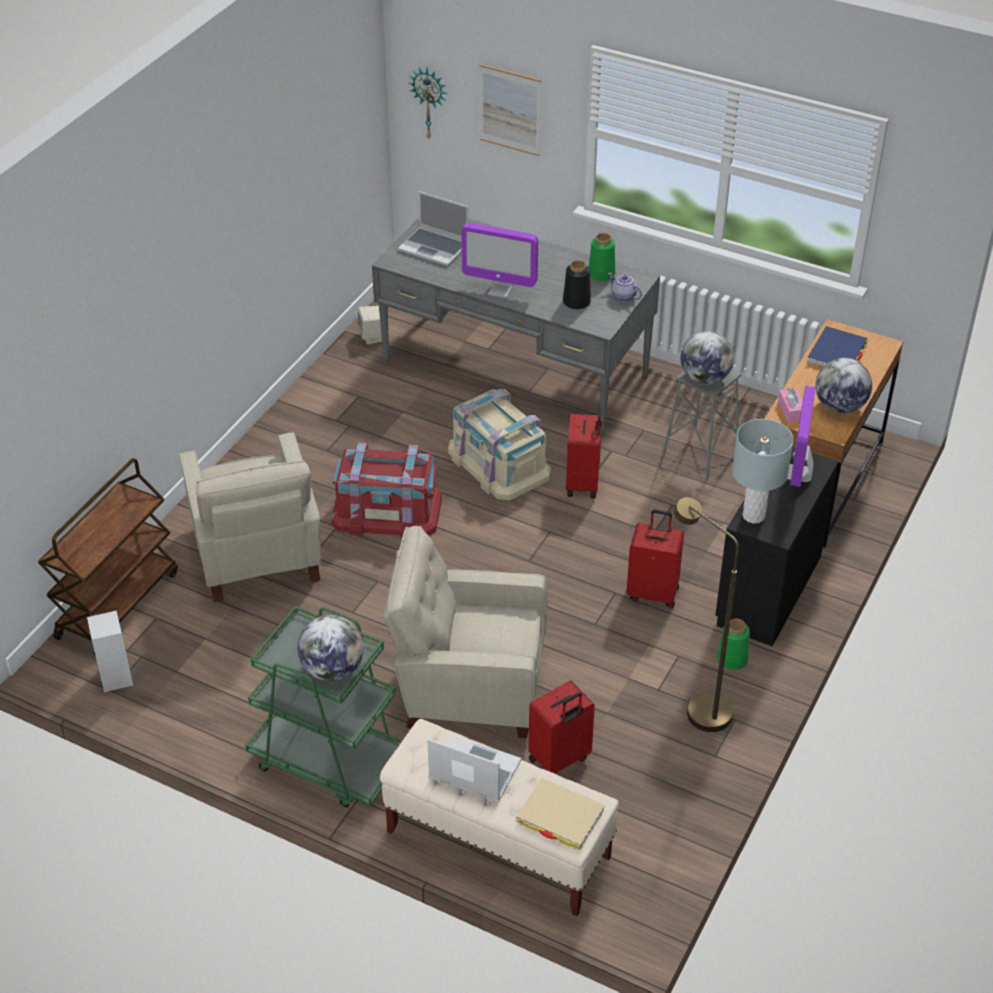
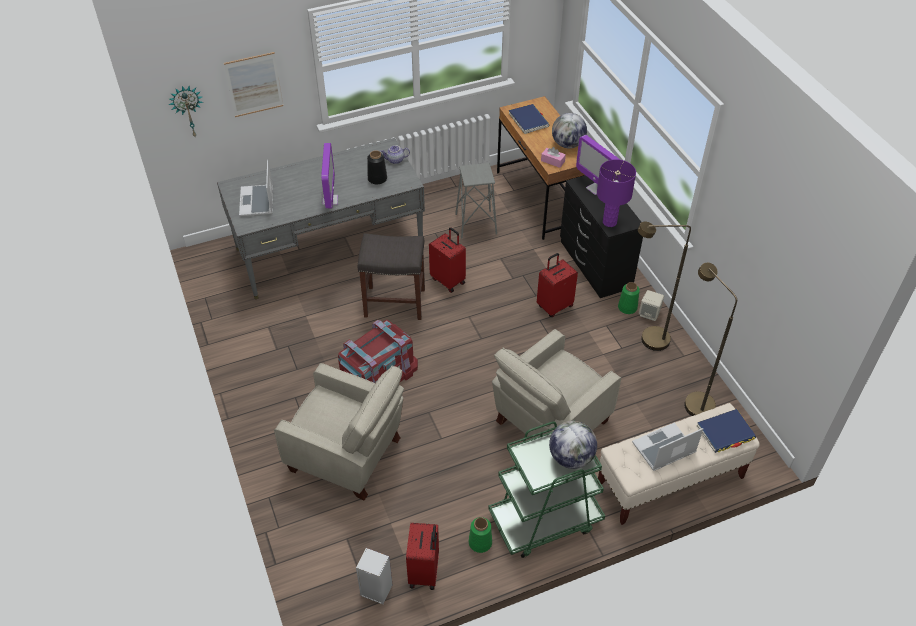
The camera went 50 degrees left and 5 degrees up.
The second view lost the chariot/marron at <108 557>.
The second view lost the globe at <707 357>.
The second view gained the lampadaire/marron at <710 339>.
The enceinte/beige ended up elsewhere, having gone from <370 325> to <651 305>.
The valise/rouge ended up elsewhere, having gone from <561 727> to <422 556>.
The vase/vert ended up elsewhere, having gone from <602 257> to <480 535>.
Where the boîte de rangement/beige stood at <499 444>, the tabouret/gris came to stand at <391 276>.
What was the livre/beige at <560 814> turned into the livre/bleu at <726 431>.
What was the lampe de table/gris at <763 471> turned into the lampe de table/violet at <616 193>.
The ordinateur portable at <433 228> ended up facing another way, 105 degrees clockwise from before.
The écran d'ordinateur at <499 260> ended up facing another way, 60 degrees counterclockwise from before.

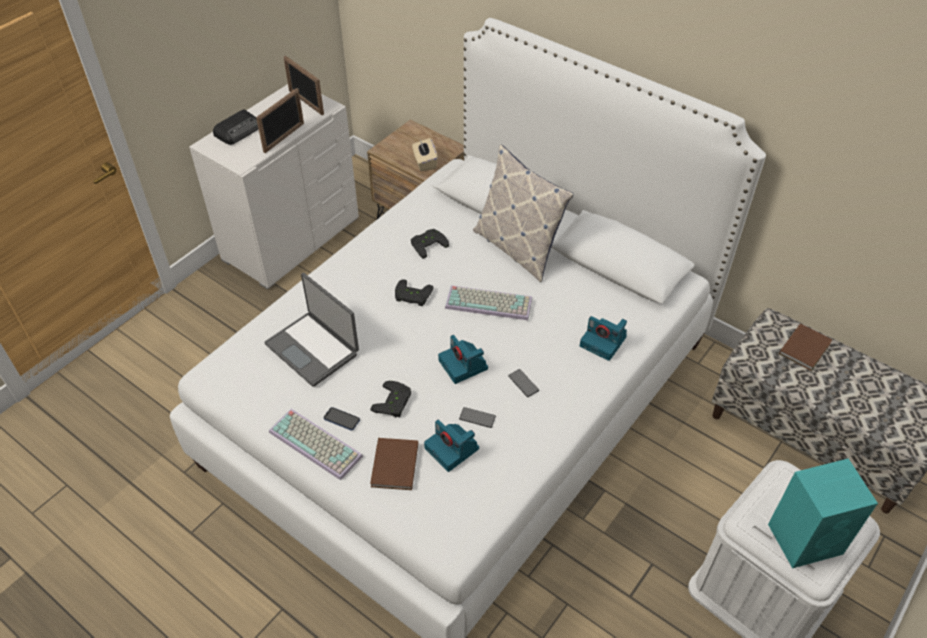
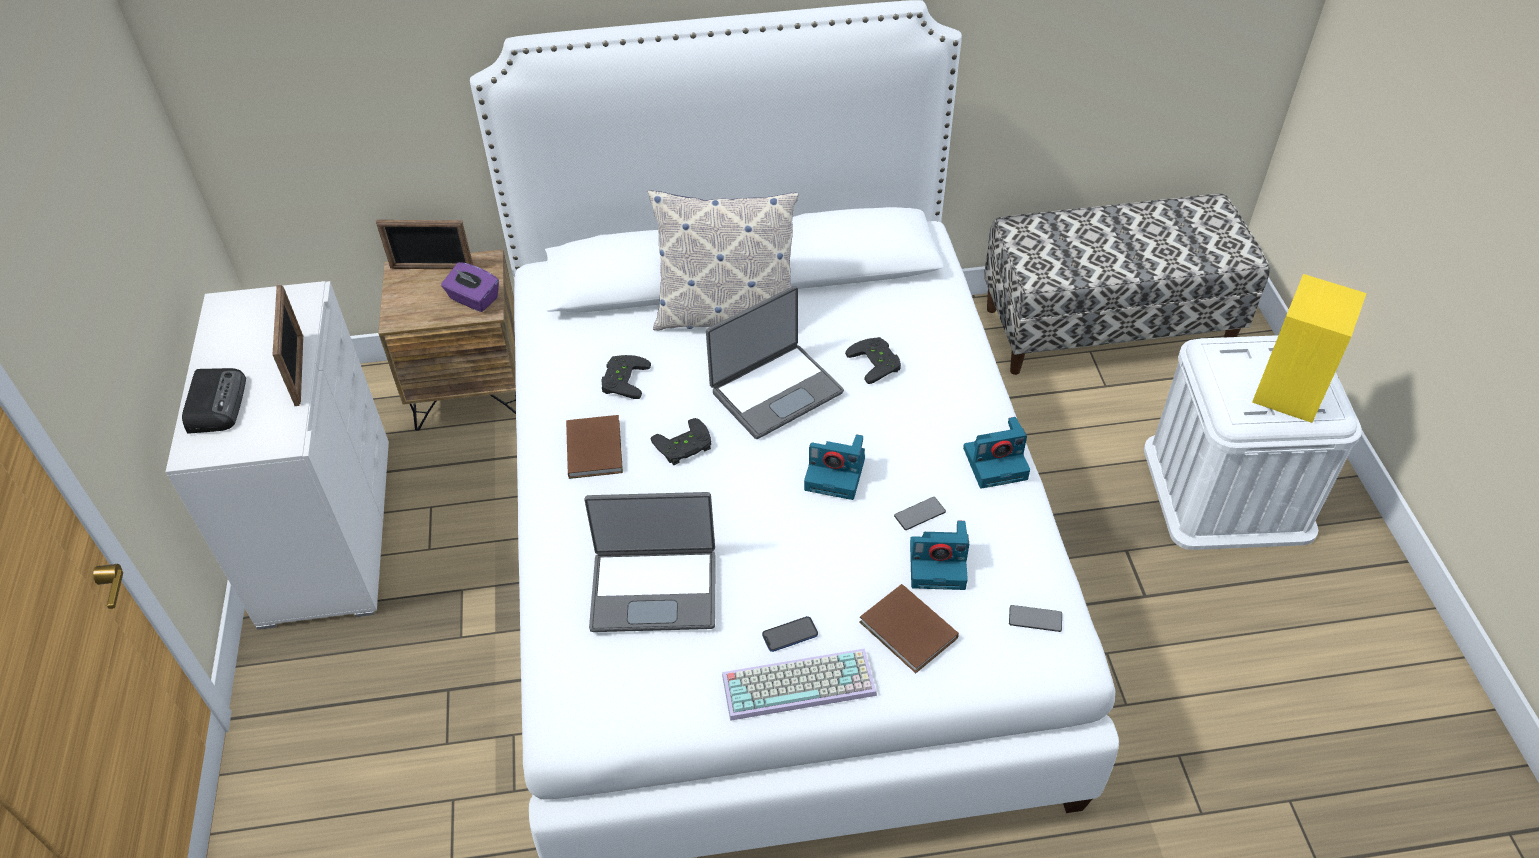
The camera went 45 degrees left and 0 degrees up.
The cadre photo ended up elsewhere, having gone from <304 85> to <424 244>.
The manette/noir ended up elsewhere, having gone from <390 399> to <873 360>.
The téléphone ended up elsewhere, having gone from <523 383> to <1035 618>.
The appareil photo ended up elsewhere, having gone from <603 338> to <996 453>.
The livre/marron ended up elsewhere, having gone from <806 347> to <594 447>.
Where the clavier stood at <488 302>, the ordinateur portable came to stand at <775 362>.
What was the boîte à mouchoirs/beige at <425 154> turned into the boîte à mouchoirs/violet at <470 287>.
What was the enceinte/turquoise at <823 513> turned into the enceinte/jaune at <1309 348>.

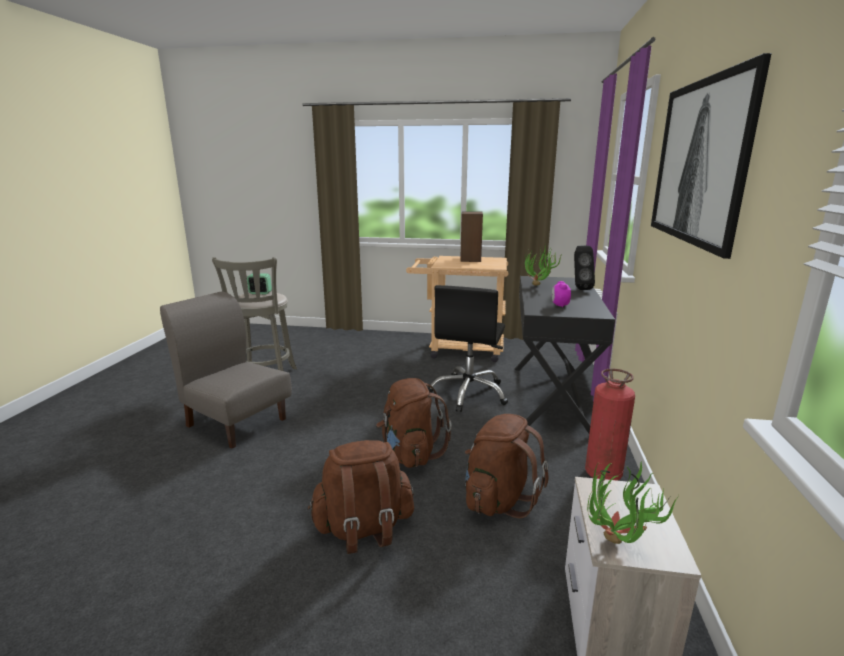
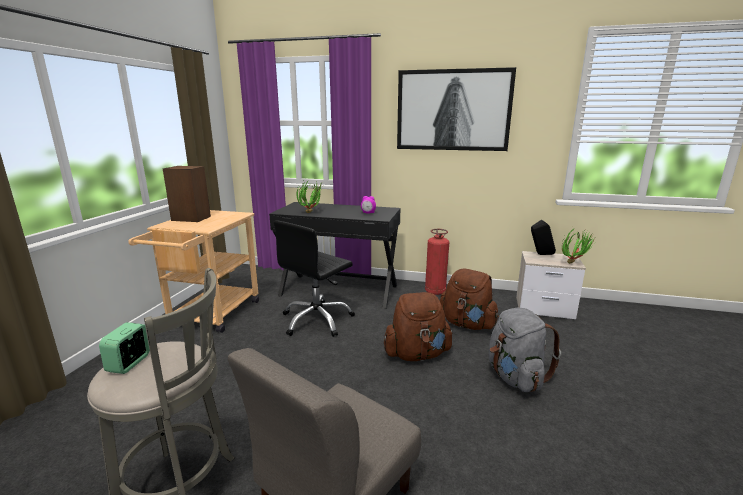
The camera went 85 degrees left and 0 degrees up.
The enceinte/noir ended up elsewhere, having gone from <584 267> to <543 237>.
What was the sac à dos/marron at <361 497> turned into the sac à dos/gris at <525 350>.
The chaise de bureau/noir at <468 348> ended up facing another way, 105 degrees clockwise from before.

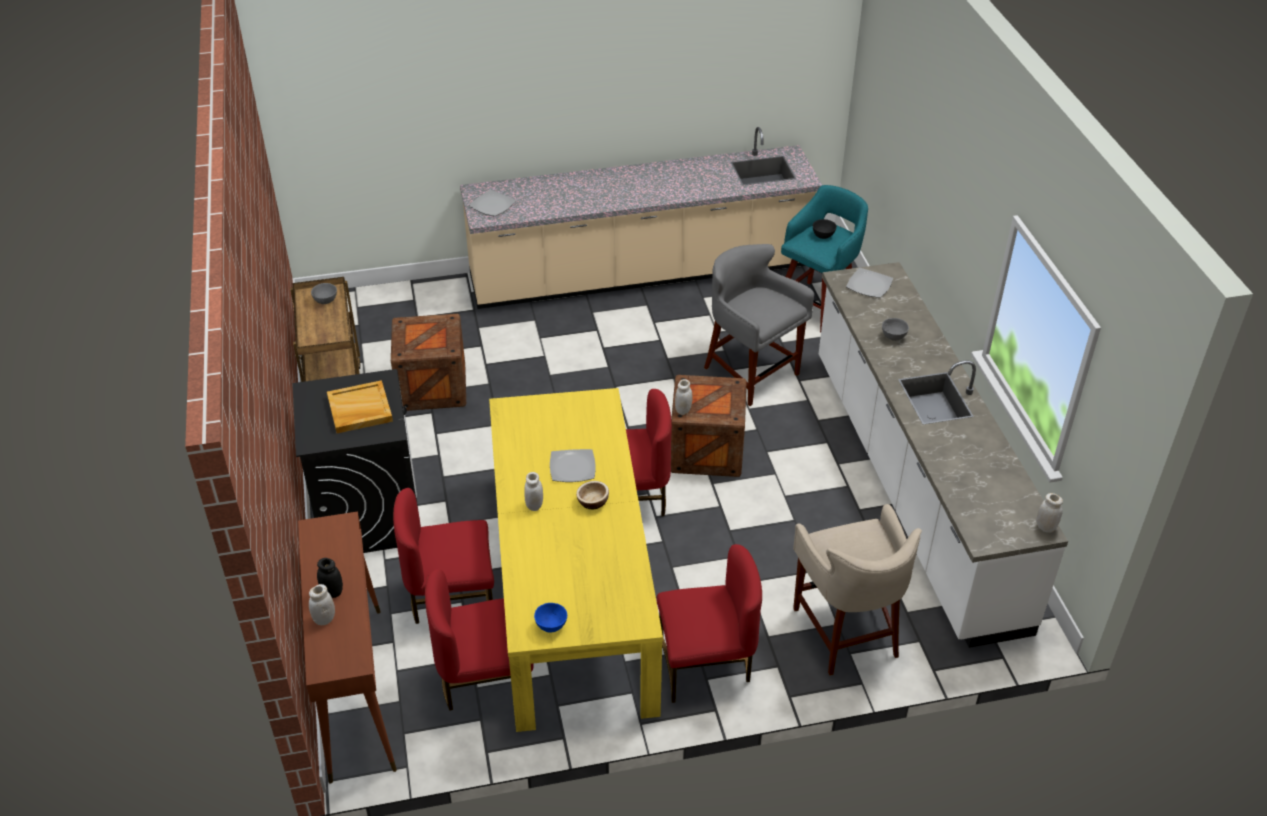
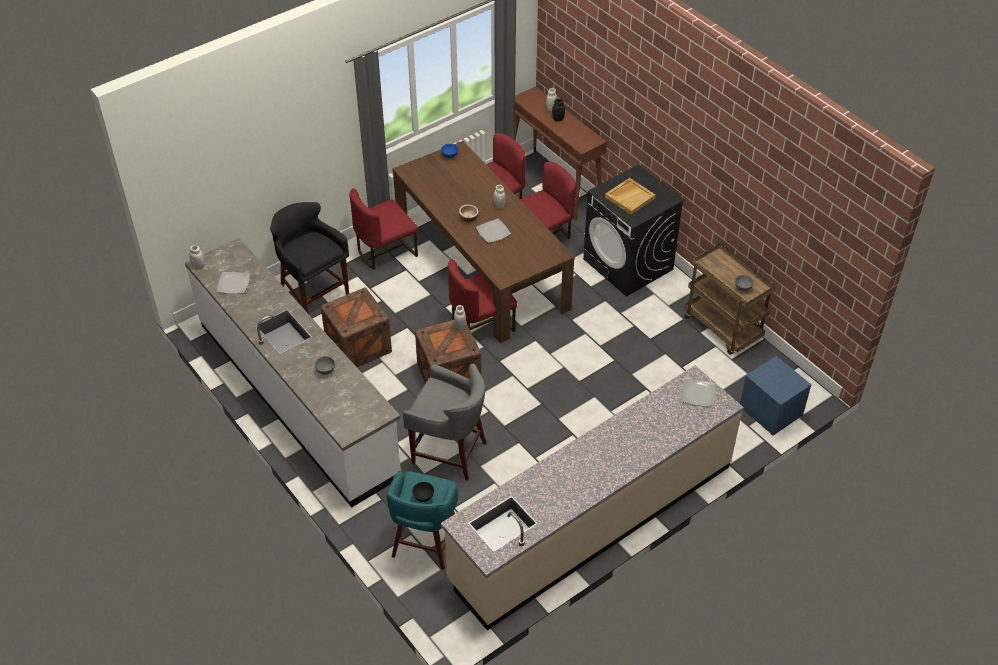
The camera went 155 degrees right and 5 degrees up.
The second view gained the table de chevet/bleu at <775 395>.
The caisse ended up elsewhere, having gone from <428 362> to <356 327>.
The assiette ended up elsewhere, having gone from <869 283> to <233 283>.
What was the table à manger/jaune at <576 560> turned into the table à manger/marron at <484 242>.
What was the tabouret/beige at <857 590> turned into the tabouret/noir at <309 257>.

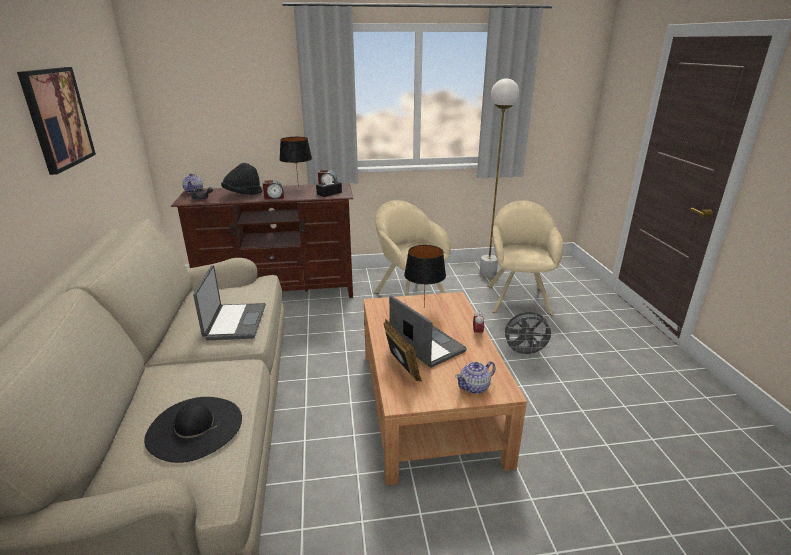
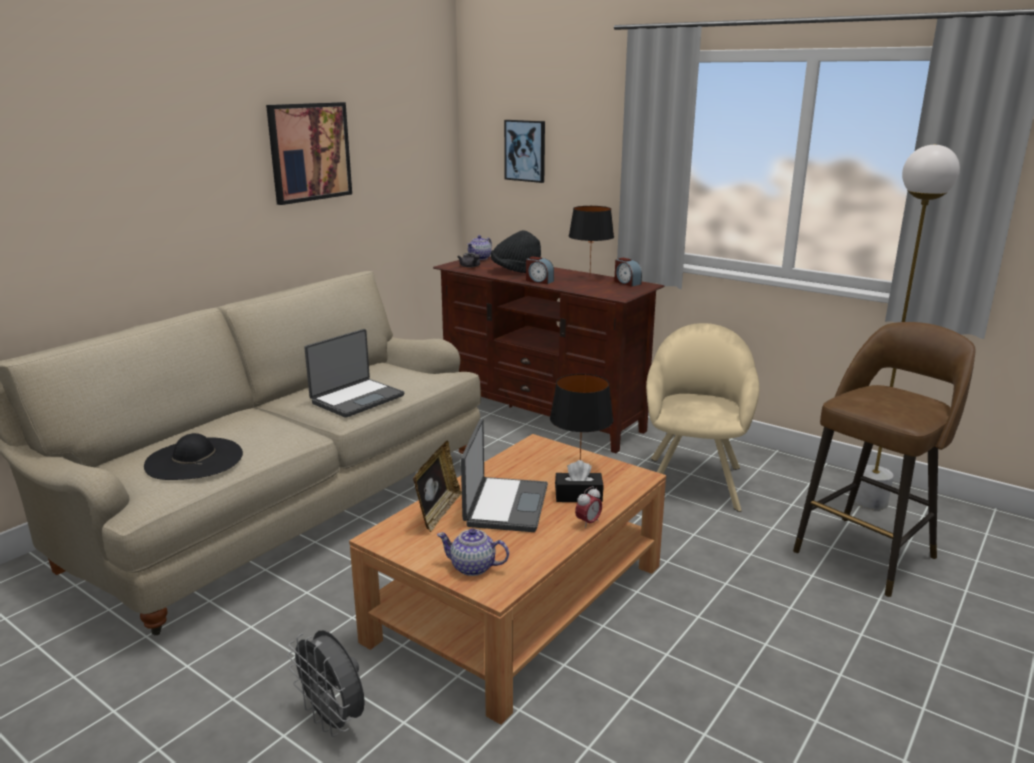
The camera went 45 degrees right and 5 degrees down.
The second view gained the tableau at <524 151>.
The boîte à mouchoirs/noir ended up elsewhere, having gone from <329 185> to <579 481>.
The ventilateur/gris ended up elsewhere, having gone from <529 335> to <326 683>.
Where the fauteuil/beige stood at <525 258>, the tabouret/marron came to stand at <884 459>.

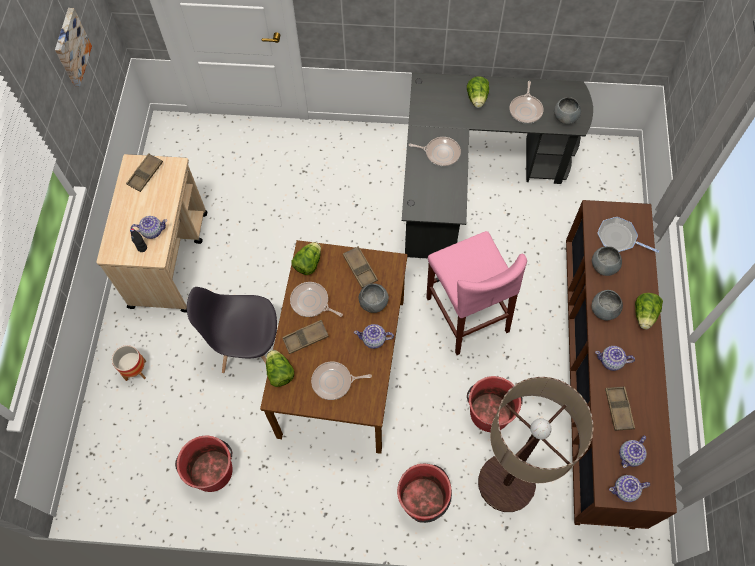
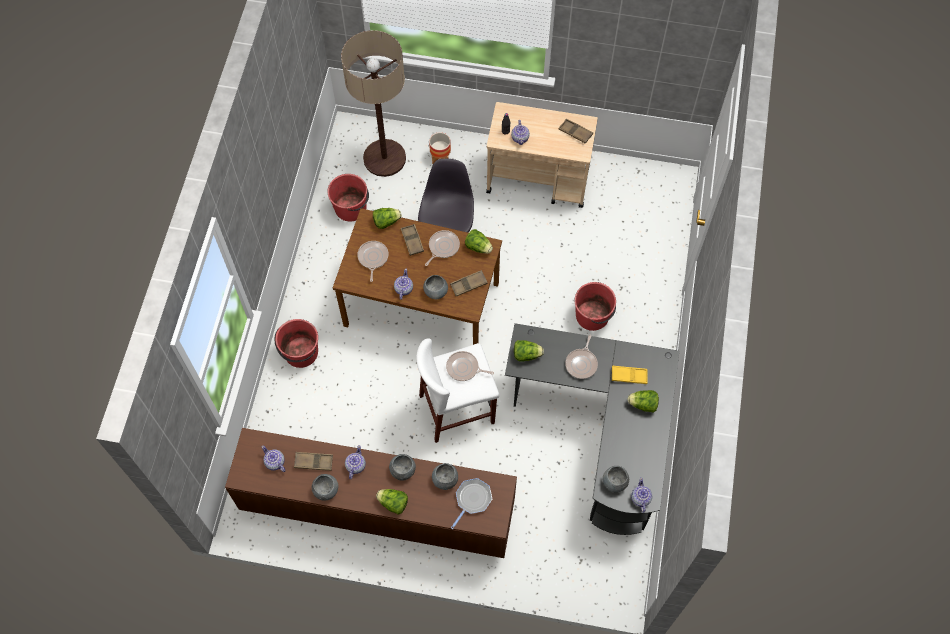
The camera went 95 degrees right and 0 degrees up.
The second view lost the tableau at <73 47>.
The second view gained the bol/gris at <325 487>.
The second view gained the laitue at <529 351>.
The second view gained the plateau/jaune at <630 375>.
The seau/rouge ended up elsewhere, having gone from <495 404> to <595 306>.
The lampadaire ended up elsewhere, having gone from <535 444> to <373 103>.
The poêle ended up elsewhere, having gone from <526 102> to <470 366>.
The théière ended up elsewhere, having gone from <629 488> to <641 495>.
What was the tabouret/rose at <476 293> turned into the tabouret/blanc at <457 390>.

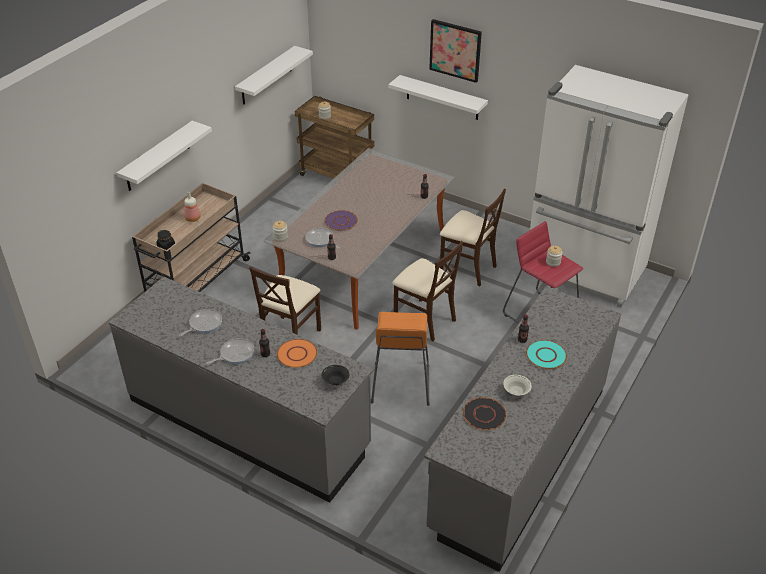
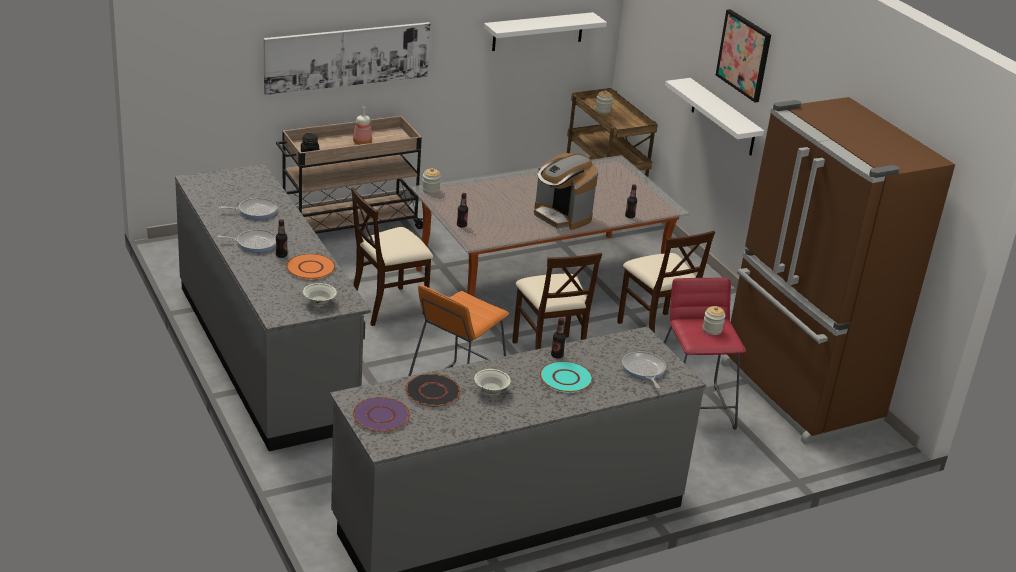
The camera went 30 degrees right and 10 degrees down.
The second view gained the machine à café at <566 191>.
The poêle ended up elsewhere, having gone from <322 238> to <644 370>.
The assiette/violet ended up elsewhere, having gone from <341 220> to <381 414>.
Where the étagère/blanc hung at <164 156>, the tableau came to hang at <347 58>.
What was the bol/noir at <335 375> turned into the bol/blanc at <320 294>.
What was the réfrigérateur/blanc at <607 186> turned into the réfrigérateur/marron at <838 271>.

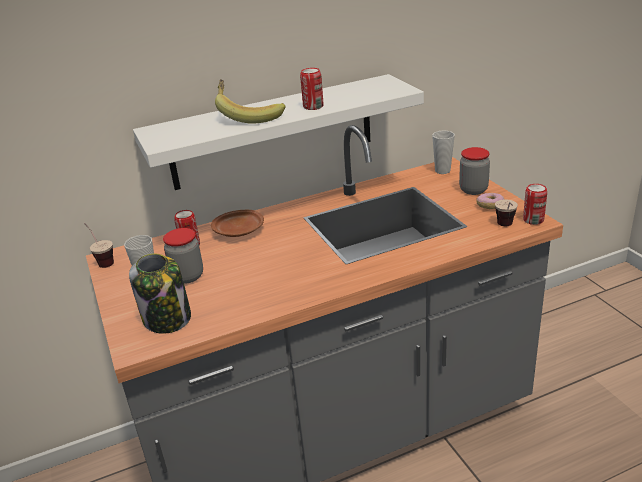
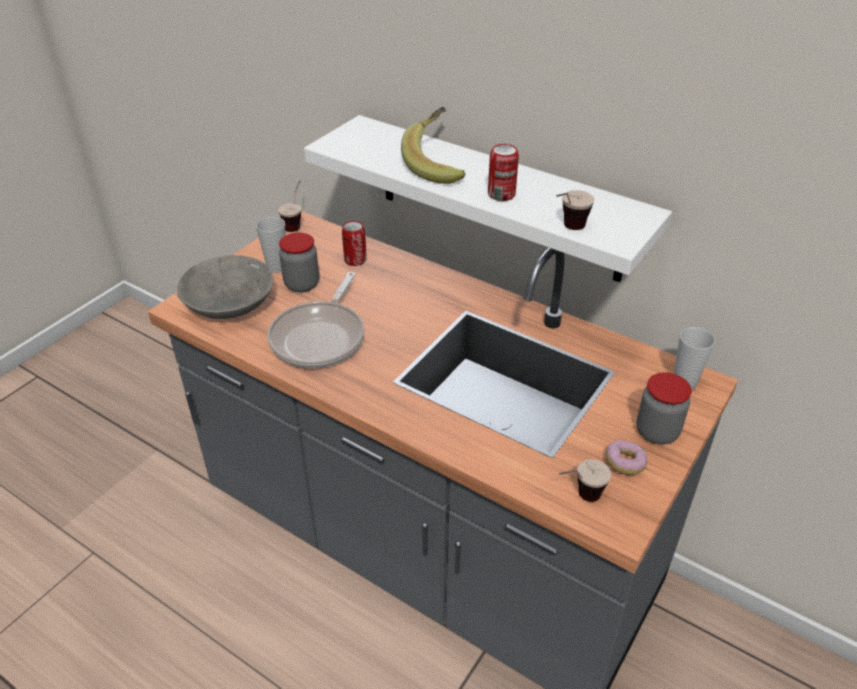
The camera went 55 degrees right and 10 degrees up.
The second view lost the assiette/marron at <237 223>.
The second view lost the boîte métallique at <535 204>.
The second view gained the poêle at <315 320>.
The second view gained the tasse at <575 210>.
Where the bocal stood at <160 293>, the bol/gris came to stand at <225 287>.

